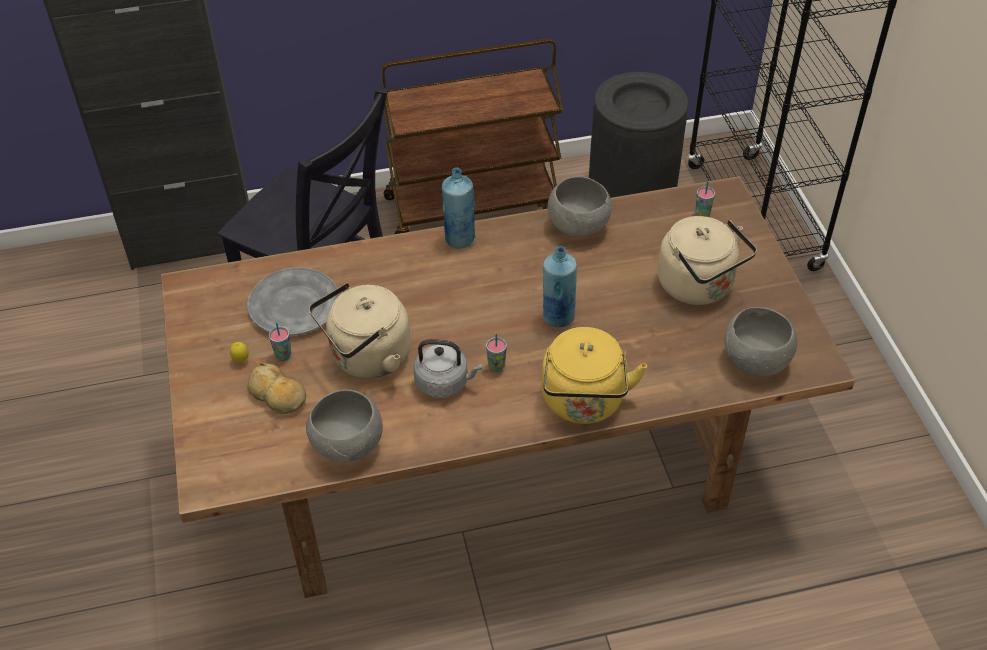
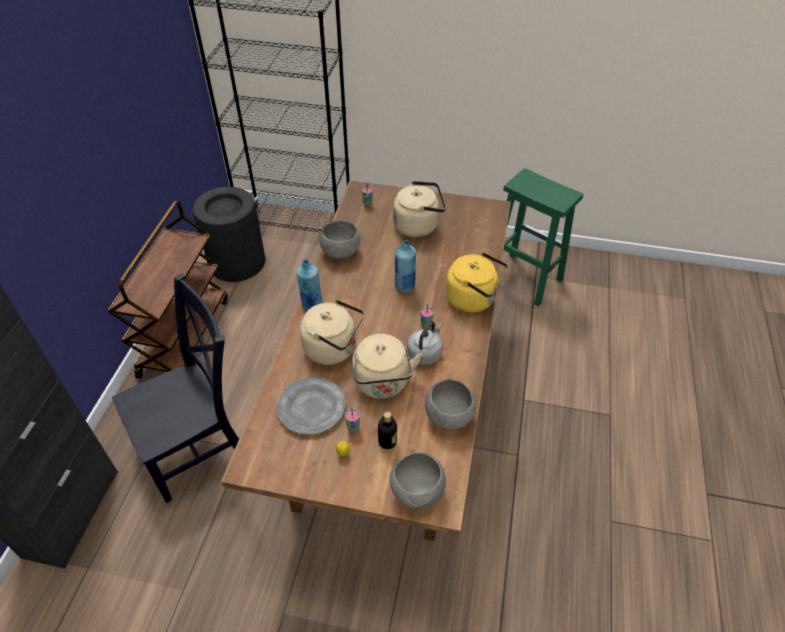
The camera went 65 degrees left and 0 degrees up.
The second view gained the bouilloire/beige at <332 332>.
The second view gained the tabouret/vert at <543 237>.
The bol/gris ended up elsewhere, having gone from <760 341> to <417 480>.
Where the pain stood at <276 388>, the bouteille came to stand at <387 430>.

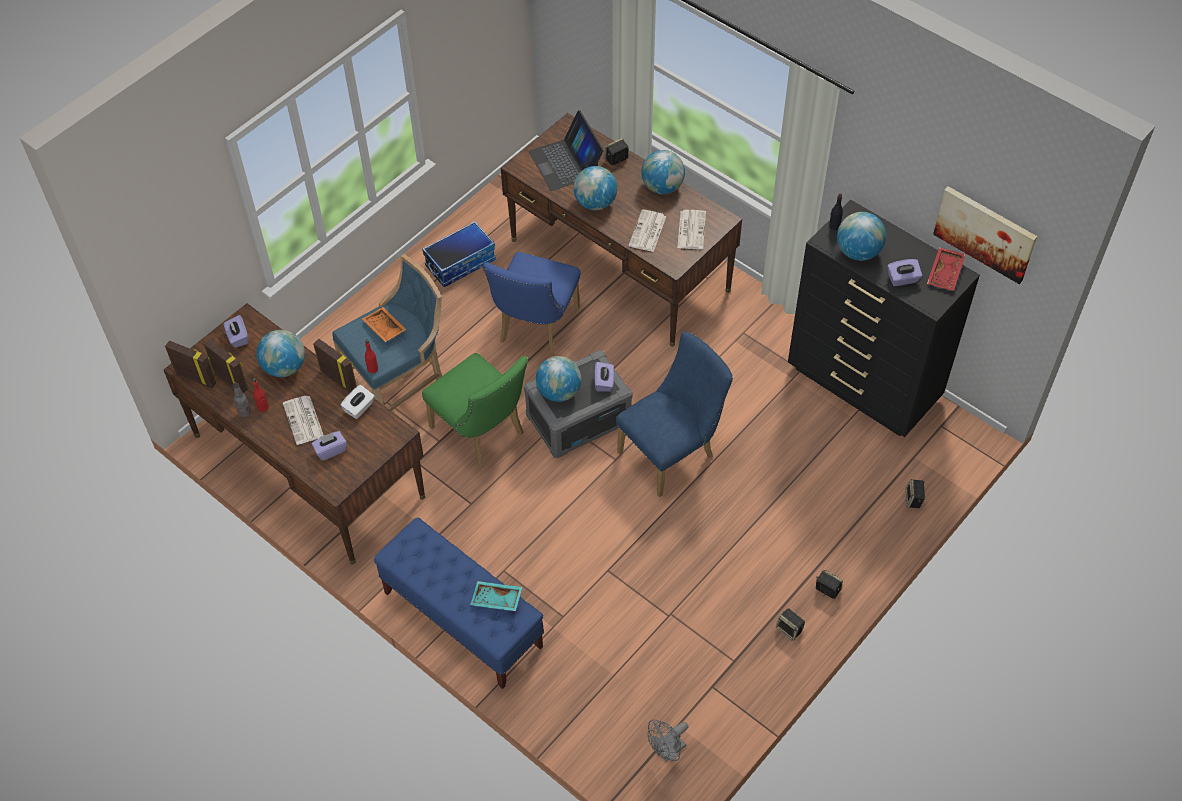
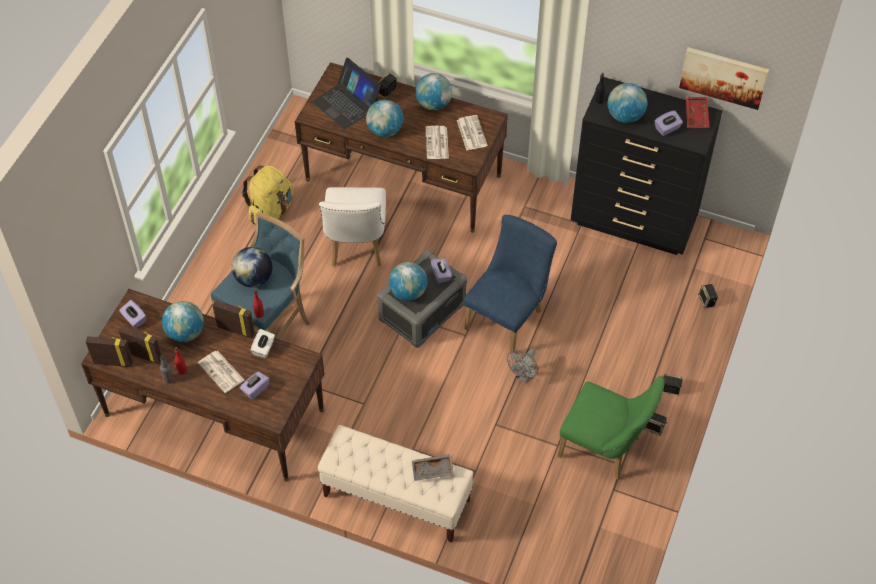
The camera went 20 degrees left and 0 degrees up.
The chaise/vert ended up elsewhere, having gone from <475 410> to <611 428>.
The ventilateur/gris ended up elsewhere, having gone from <667 741> to <522 366>.
Where the plateau/orange stood at <384 324>, the globe came to stand at <252 267>.
Where the boîte de rangement stood at <459 254>, the sac à dos/jaune came to stand at <268 195>.
What was the banc/bleu at <459 603> turned into the banc/beige at <395 484>.
What was the plateau/turquoise at <496 596> turned into the plateau/gris at <433 467>.
What was the chaise/bleu at <532 304> turned into the chaise/blanc at <352 227>.

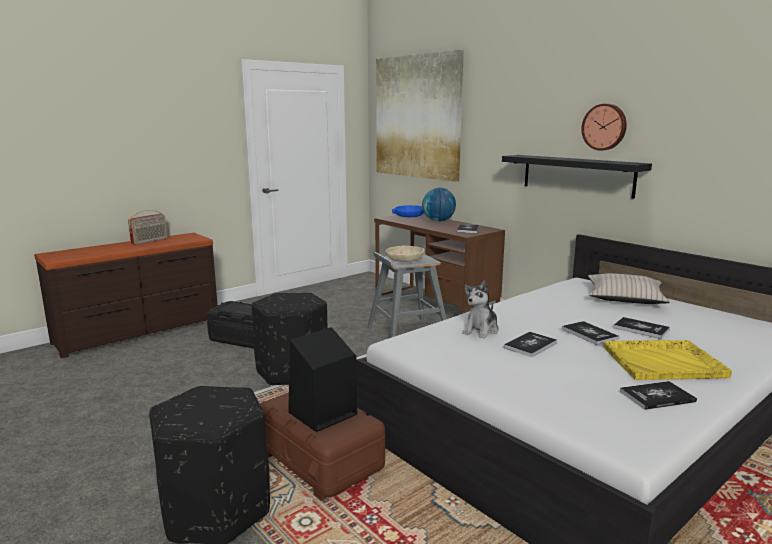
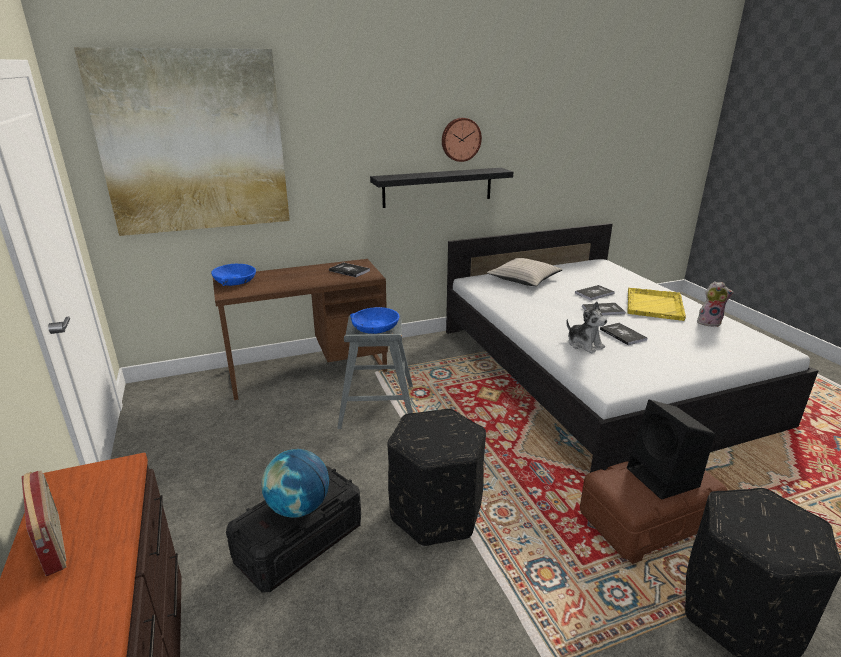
The camera went 70 degrees left and 10 degrees up.
The globe ended up elsewhere, having gone from <439 205> to <295 483>.
Where the livre stood at <658 395>, the peluche came to stand at <715 304>.
What was the bol/beige at <405 254> turned into the bol/bleu at <374 320>.

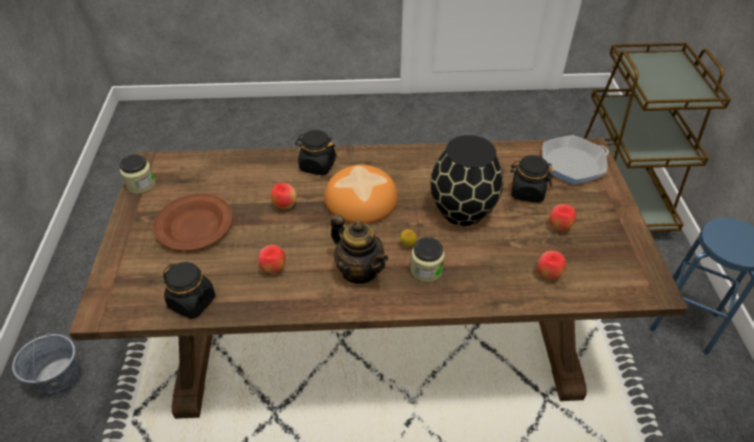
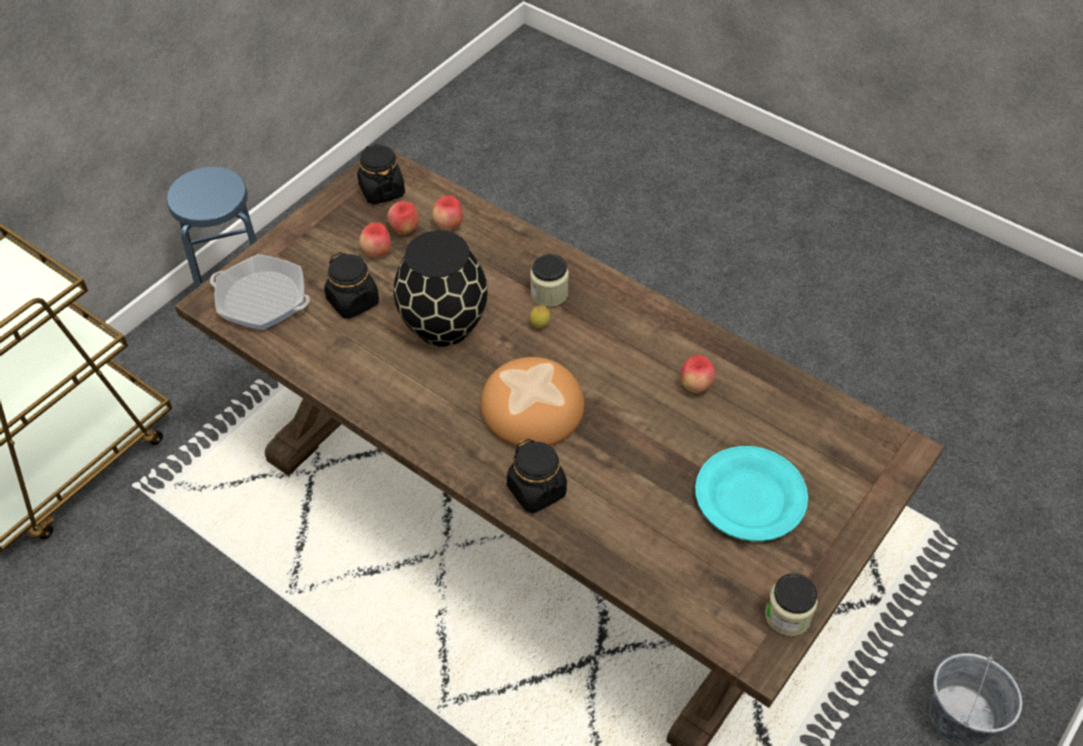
The camera went 140 degrees left and 5 degrees up.
The second view lost the théière at <359 249>.
The bocal/noir ended up elsewhere, having gone from <189 290> to <381 174>.
The pomme ended up elsewhere, having gone from <284 196> to <403 218>.
What was the assiette/marron at <193 222> turned into the assiette/turquoise at <751 493>.

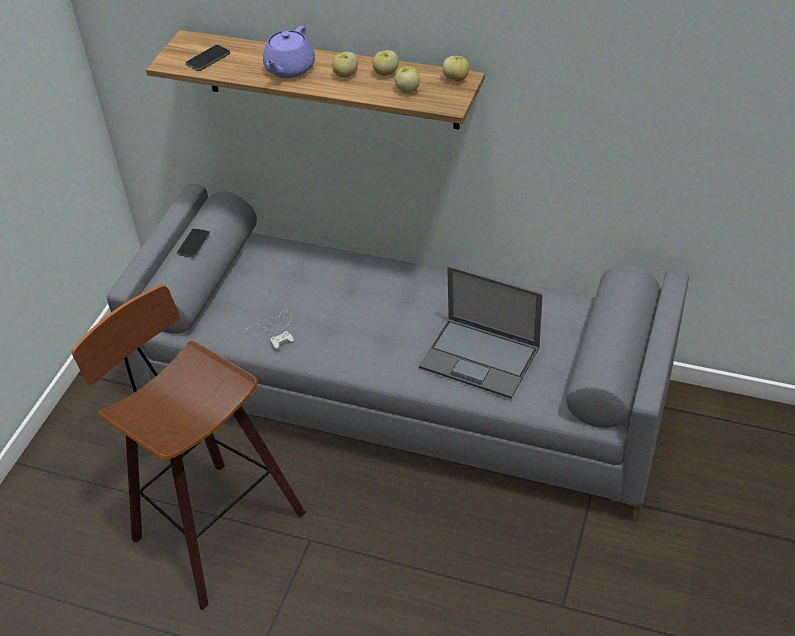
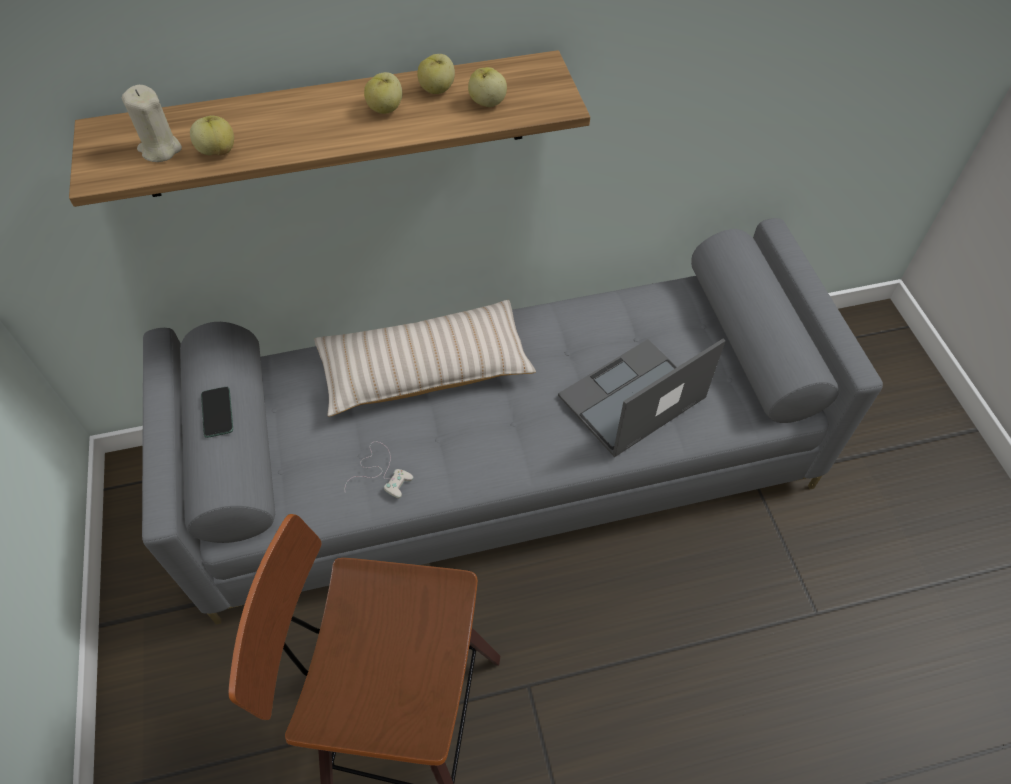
The camera went 35 degrees left and 10 degrees up.
The second view lost the théière/violet at <289 52>.
The second view gained the coussin/beige at <425 358>.
The pomme ended up elsewhere, having gone from <455 69> to <212 135>.
Where the téléphone stood at <207 58>, the bougie/beige came to stand at <152 123>.
The ordinateur portable at <481 332> ended up facing another way, 150 degrees clockwise from before.

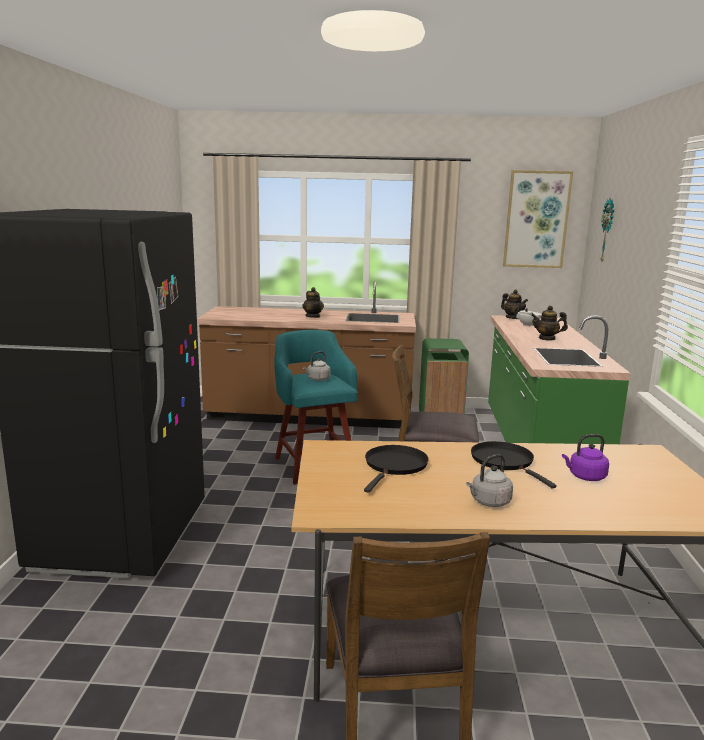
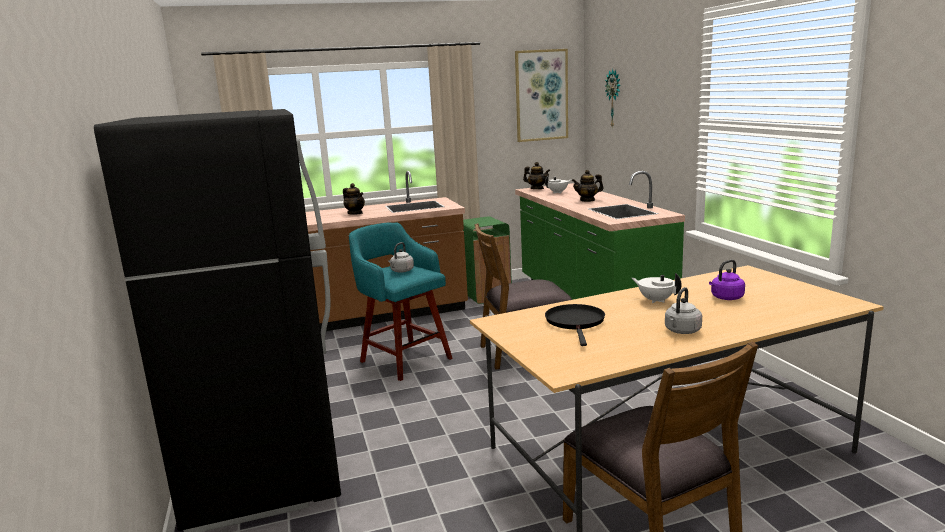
The camera went 20 degrees left and 0 degrees up.
Where the poêle/noir stood at <514 464>, the théière/blanc came to stand at <656 288>.

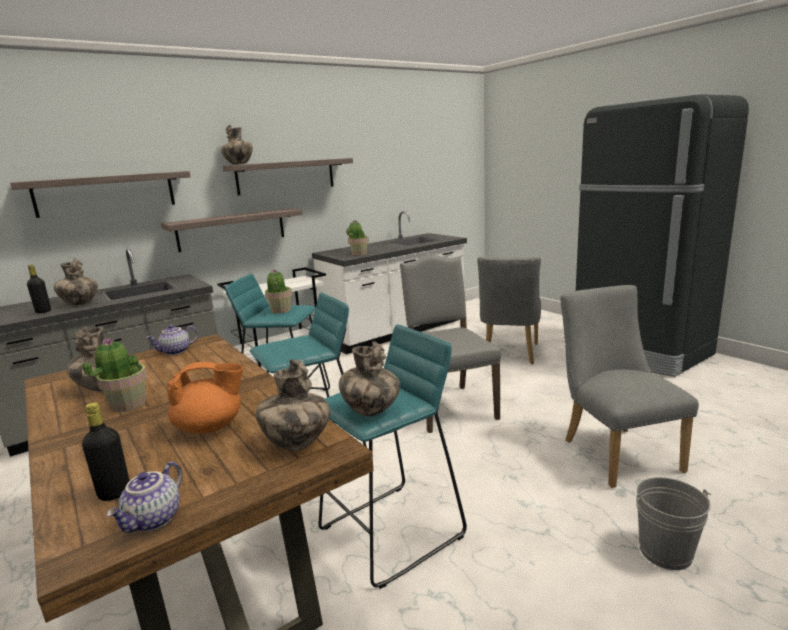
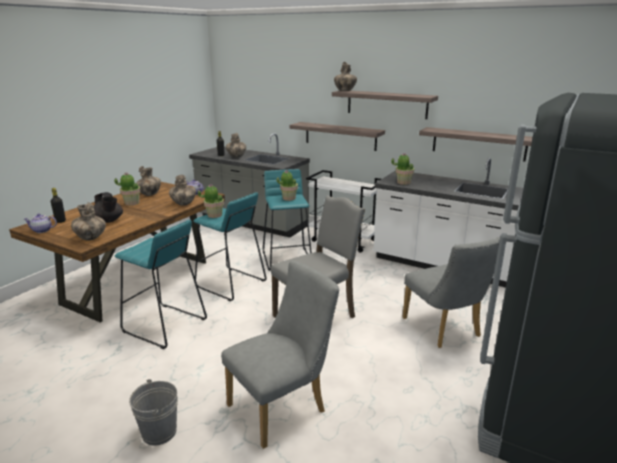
The camera went 65 degrees right and 5 degrees up.
The second view gained the plante en pot at <211 201>.
The étagère ended up elsewhere, having gone from <100 194> to <476 144>.
The vase ended up elsewhere, having gone from <369 378> to <182 190>.
What was the théière/orange at <205 398> turned into the théière/noir at <108 207>.
The chaise/gris at <509 310> ended up facing another way, 105 degrees counterclockwise from before.

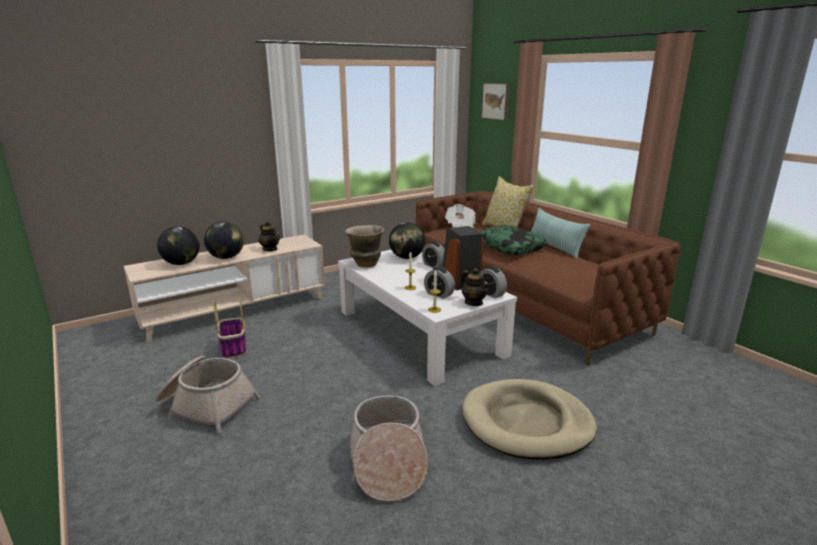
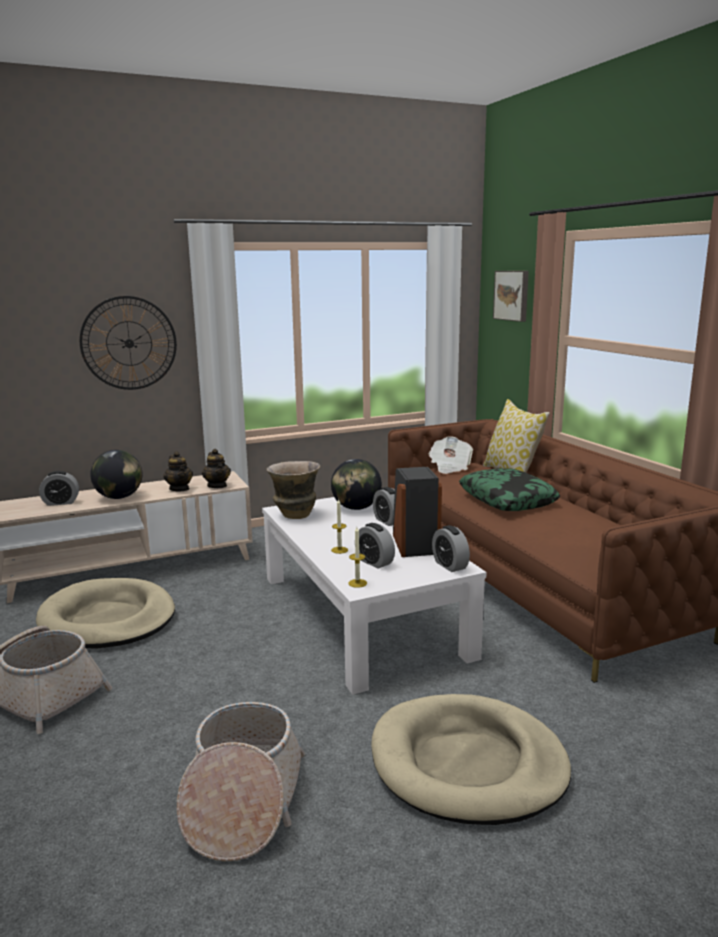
The camera went 10 degrees right and 5 degrees down.
The second view lost the coussin at <561 233>.
The second view gained the horloge murale at <128 343>.
The théière ended up elsewhere, having gone from <475 287> to <216 468>.
Where the globe stood at <178 245>, the réveil came to stand at <59 488>.
Where the panier stood at <229 328>, the panier pour chien/beige came to stand at <105 613>.

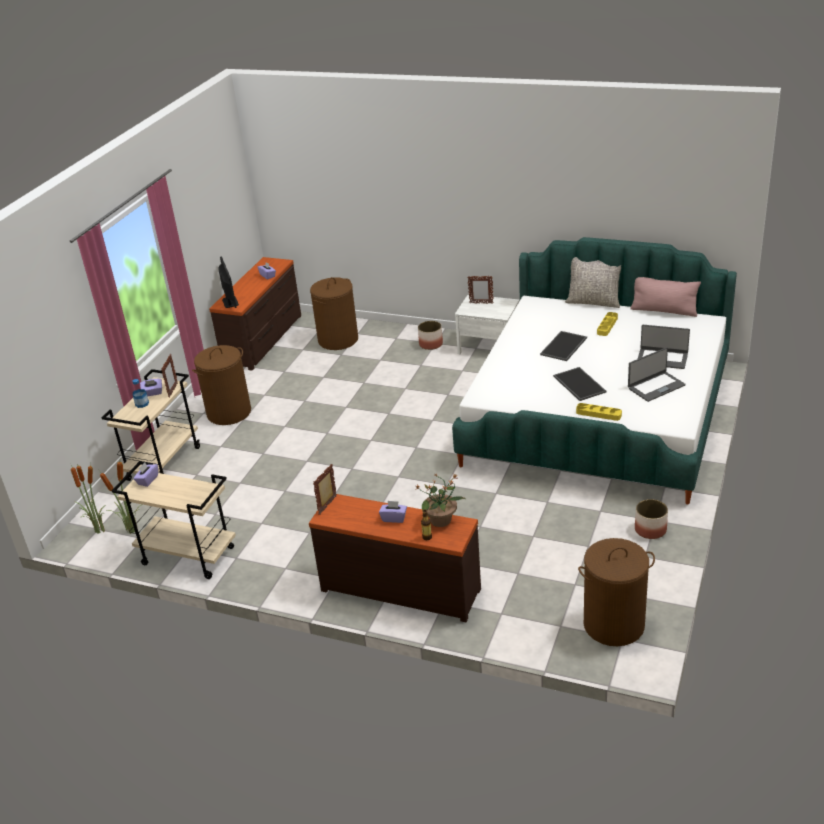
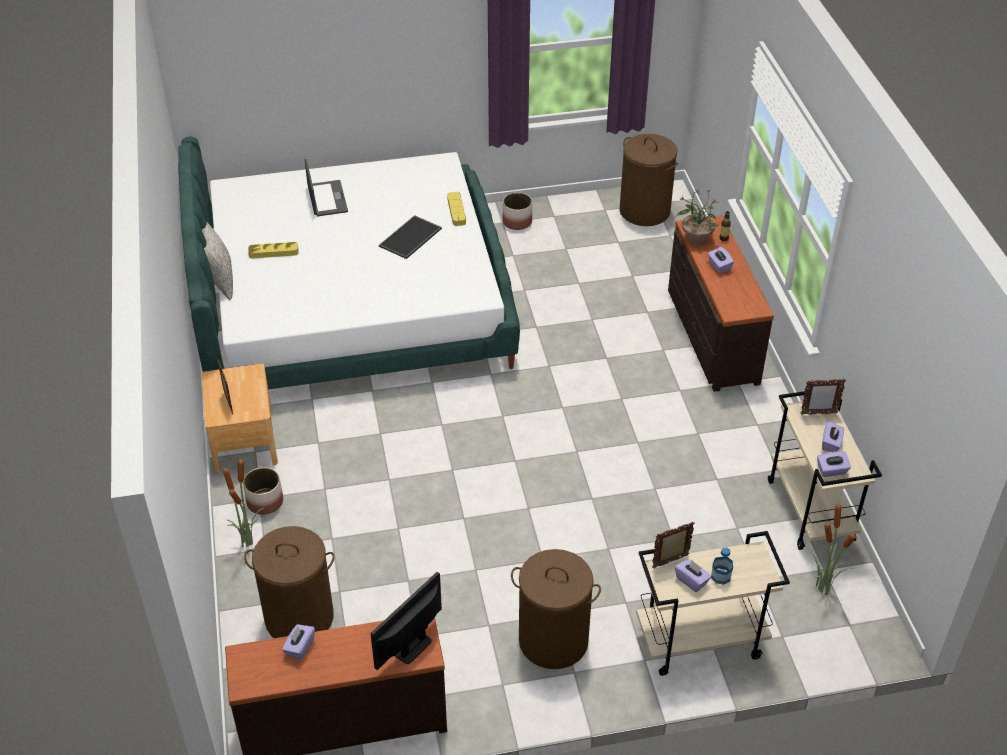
The camera went 125 degrees left and 10 degrees up.
The second view lost the plateau at <563 346>.
The second view lost the ordinateur portable at <657 374>.
The second view lost the coussin/rose at <666 297>.
The second view gained the boîte à mouchoirs/violet at <833 436>.
The plante en pot ended up elsewhere, having gone from <88 498> to <243 503>.
The cadre photo ended up elsewhere, having gone from <325 489> to <823 397>.
What was the table de chevet/blanc at <487 324> turned into the table de chevet/marron at <240 418>.

